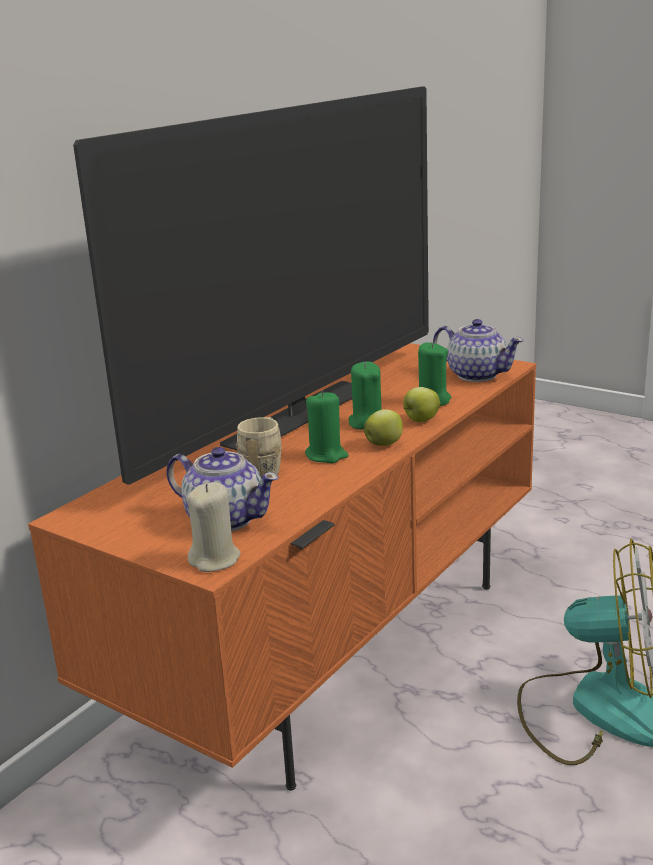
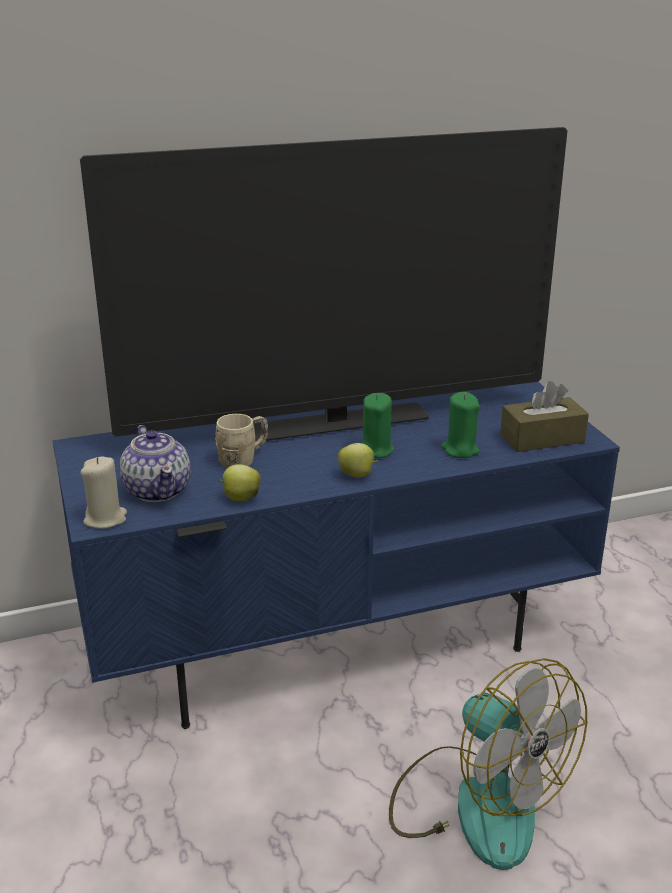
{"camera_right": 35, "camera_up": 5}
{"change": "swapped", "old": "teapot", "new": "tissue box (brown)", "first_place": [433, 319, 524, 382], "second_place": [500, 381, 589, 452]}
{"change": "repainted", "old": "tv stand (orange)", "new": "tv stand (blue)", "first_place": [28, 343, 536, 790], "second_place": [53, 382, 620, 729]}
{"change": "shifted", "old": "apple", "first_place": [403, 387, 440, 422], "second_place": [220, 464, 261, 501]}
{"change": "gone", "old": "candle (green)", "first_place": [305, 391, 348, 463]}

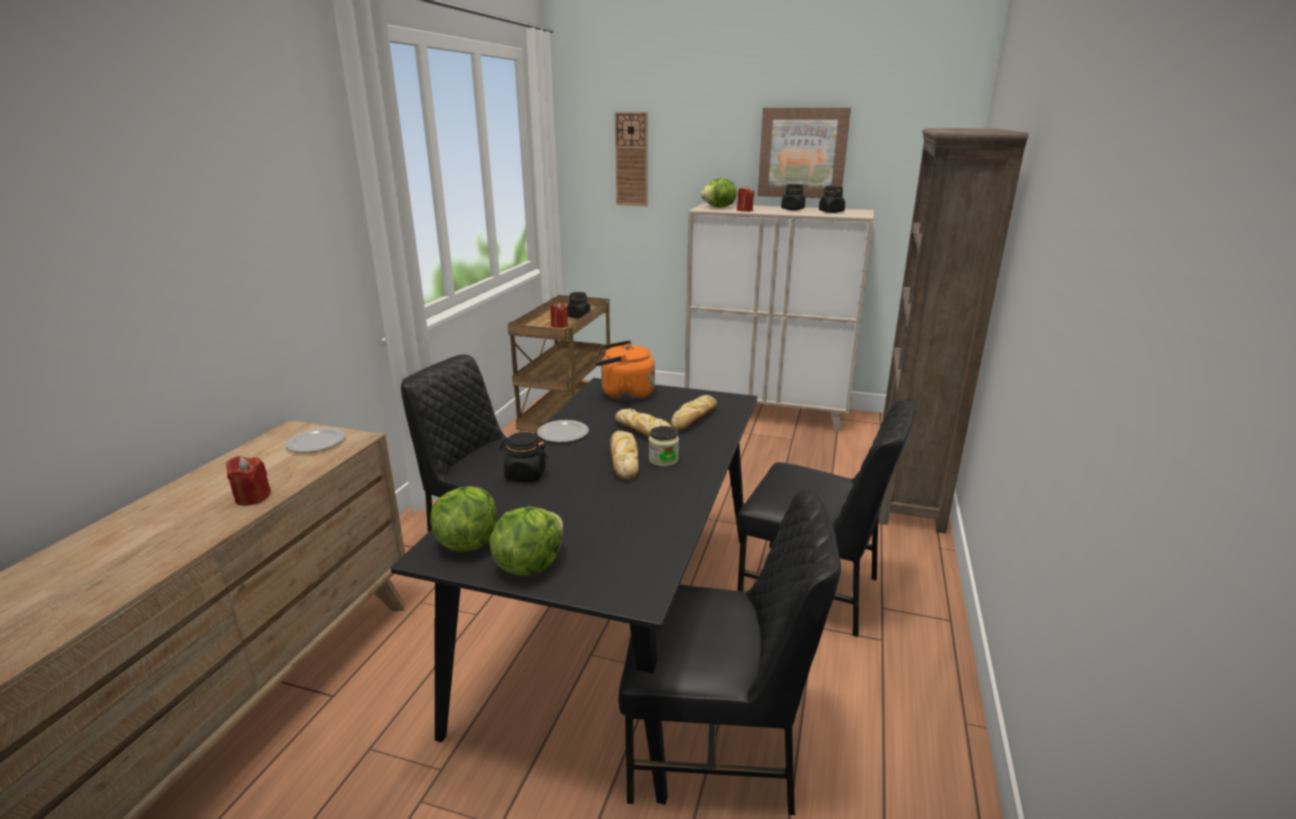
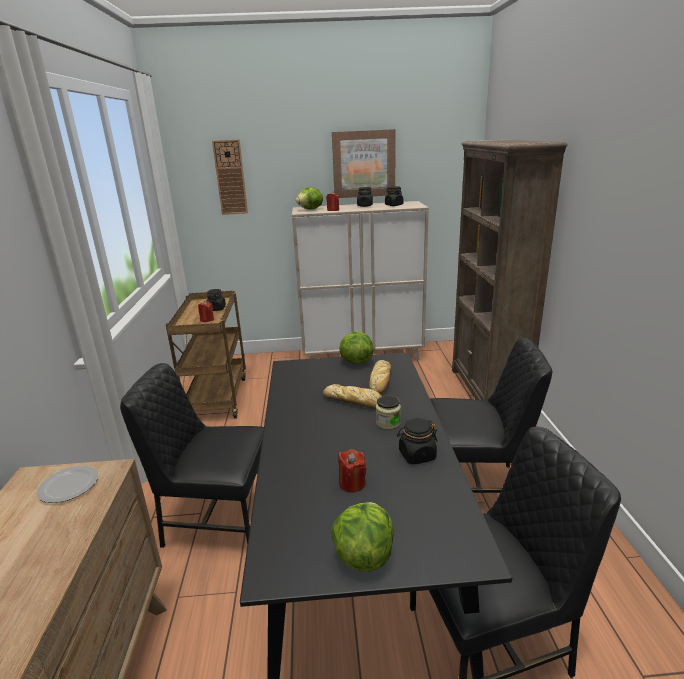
{"camera_right": -20, "camera_up": 0}
{"change": "gone", "old": "kettle (orange)", "first_place": [595, 340, 655, 401]}
{"change": "gone", "old": "plate", "first_place": [537, 420, 589, 443]}
{"change": "gone", "old": "bread", "first_place": [610, 431, 639, 481]}
{"change": "shifted", "old": "jar (black)", "first_place": [499, 432, 548, 482], "second_place": [397, 418, 438, 465]}
{"change": "shifted", "old": "candle (red)", "first_place": [226, 456, 271, 506], "second_place": [338, 449, 366, 492]}
{"change": "shifted", "old": "lettuce", "first_place": [430, 486, 497, 552], "second_place": [339, 332, 373, 364]}

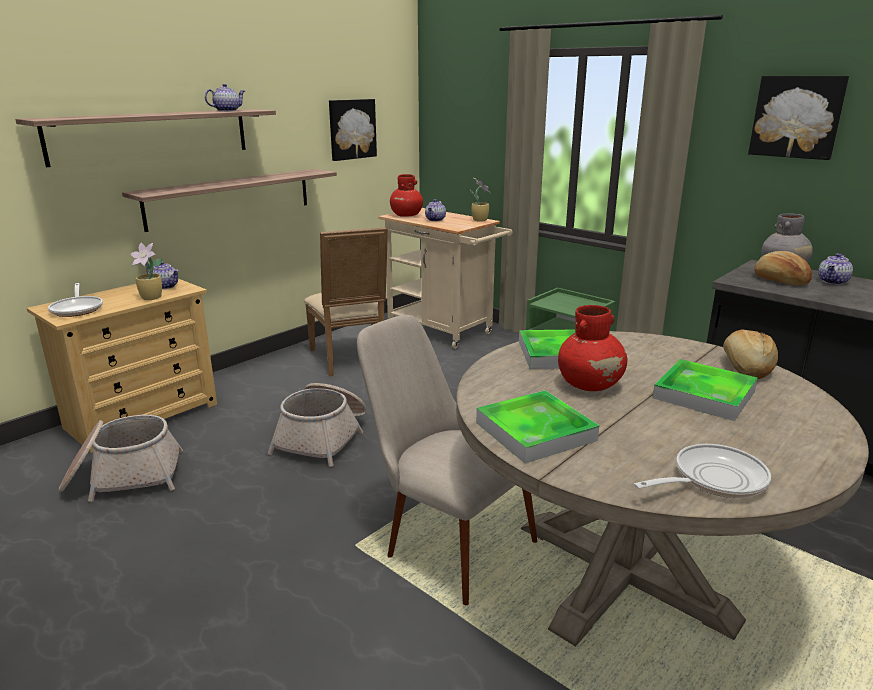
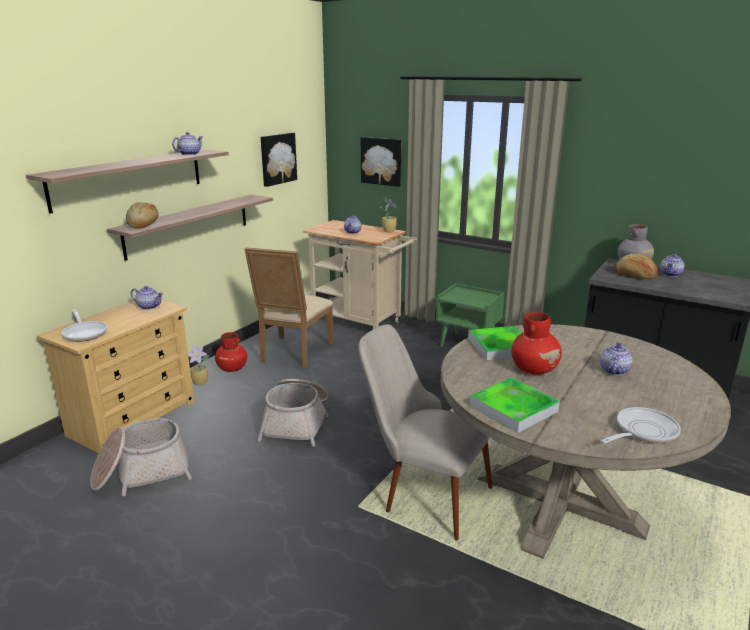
{"camera_right": -10, "camera_up": 0}
{"change": "shifted", "old": "picture", "first_place": [748, 76, 849, 160], "second_place": [361, 137, 401, 187]}
{"change": "shifted", "old": "vase (red)", "first_place": [390, 174, 423, 217], "second_place": [215, 332, 247, 372]}
{"change": "rotated", "old": "chair (beige)", "first_place": [304, 227, 388, 376], "second_place": [245, 247, 334, 369], "degrees": 45}
{"change": "shifted", "old": "potted plant", "first_place": [130, 243, 162, 300], "second_place": [188, 345, 209, 385]}
{"change": "shifted", "old": "bread", "first_place": [723, 329, 778, 379], "second_place": [126, 202, 158, 229]}
{"change": "swapped", "old": "tray", "new": "teapot", "first_place": [653, 359, 758, 421], "second_place": [600, 342, 632, 375]}

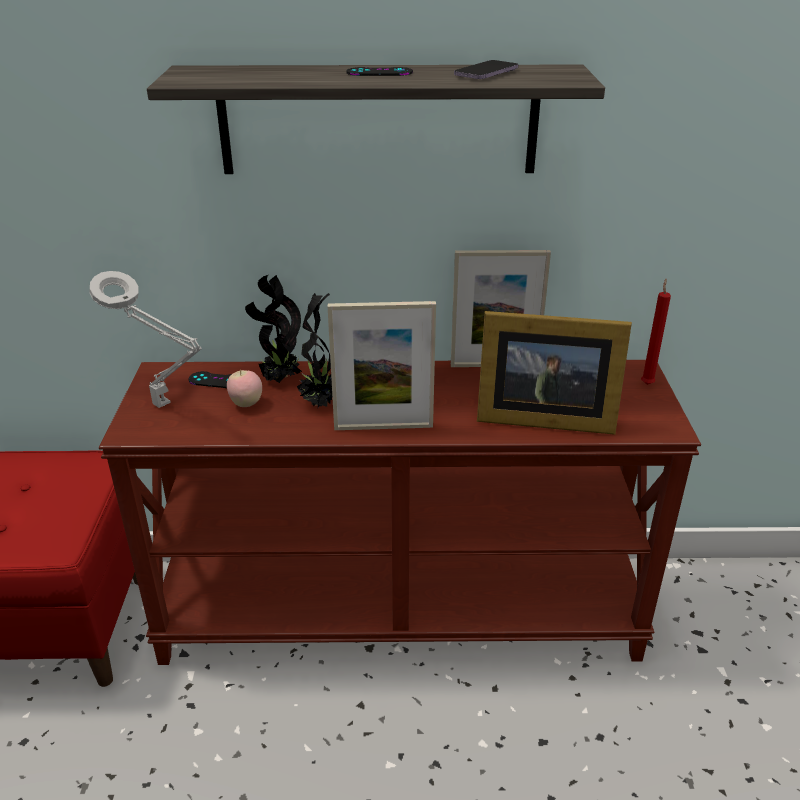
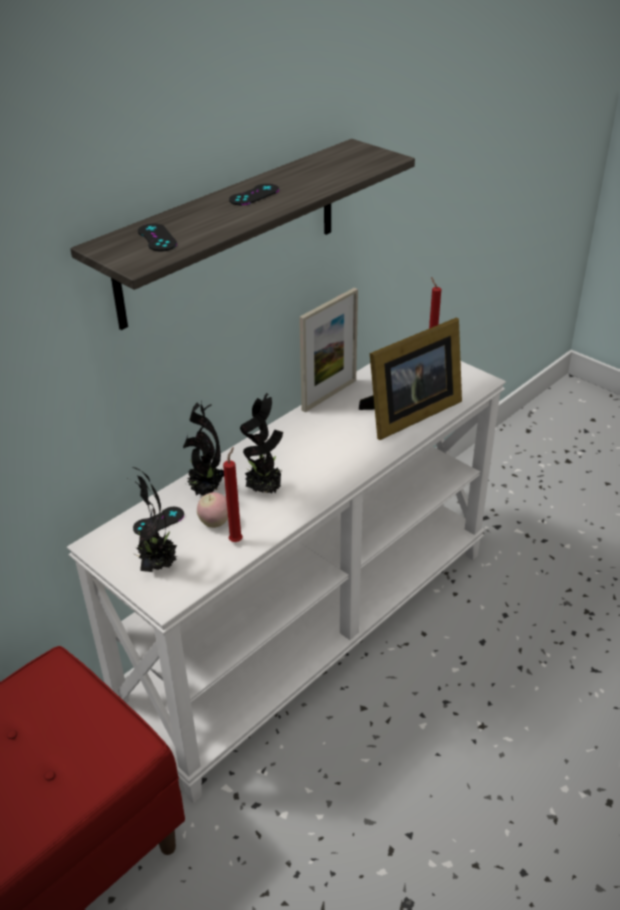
{"camera_right": -45, "camera_up": 5}
{"change": "gone", "old": "phone", "first_place": [454, 60, 518, 79]}
{"change": "swapped", "old": "table lamp (grey)", "new": "potted plant", "first_place": [89, 271, 202, 408], "second_place": [126, 467, 178, 572]}
{"change": "gone", "old": "picture frame", "first_place": [328, 301, 436, 430]}
{"change": "repainted", "old": "console table (brown)", "new": "console table (white)", "first_place": [99, 360, 701, 665], "second_place": [67, 361, 506, 804]}
{"change": "new", "new": "game controller (black)", "second_place": [138, 223, 177, 251]}
{"change": "new", "new": "candle (red)", "second_place": [223, 447, 243, 542]}

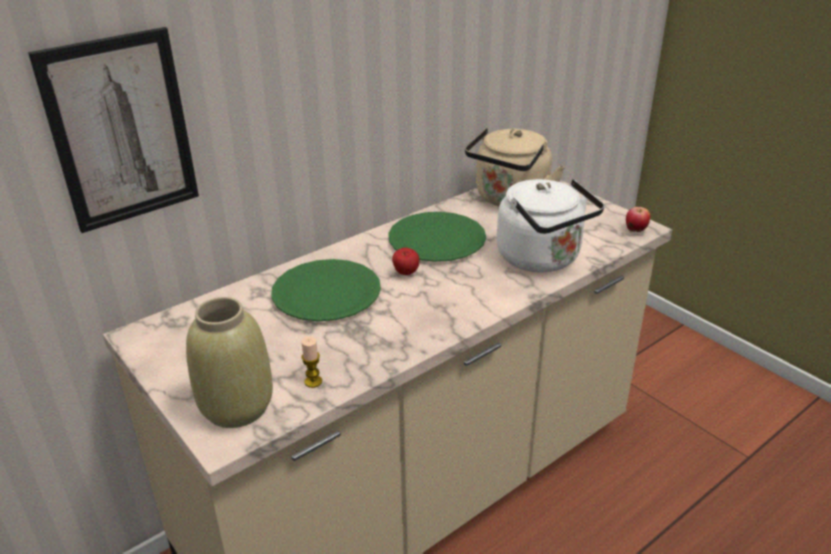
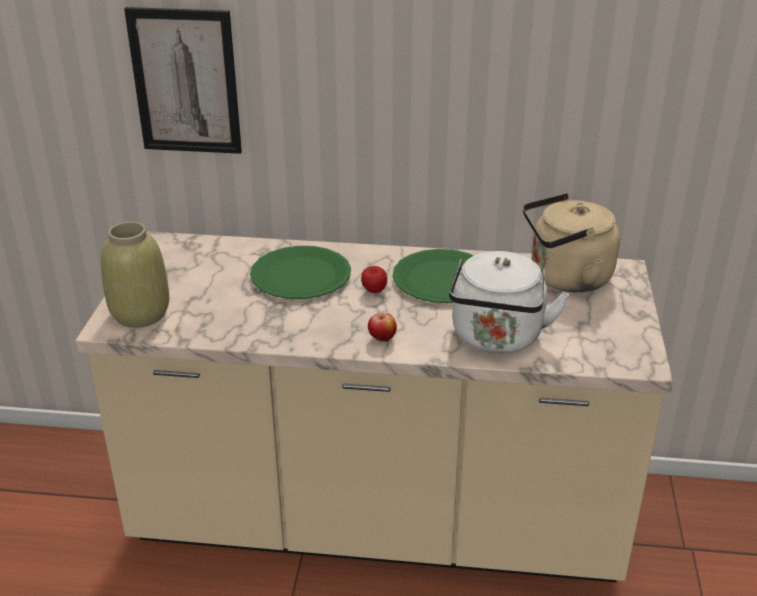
{"camera_right": 45, "camera_up": 0}
{"change": "shifted", "old": "apple", "first_place": [626, 207, 650, 232], "second_place": [368, 312, 397, 342]}
{"change": "gone", "old": "candle", "first_place": [301, 336, 322, 388]}

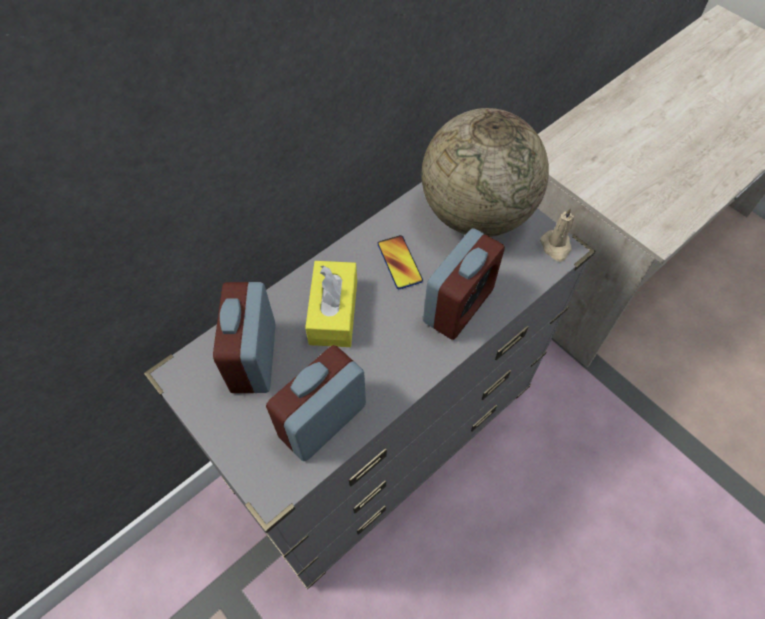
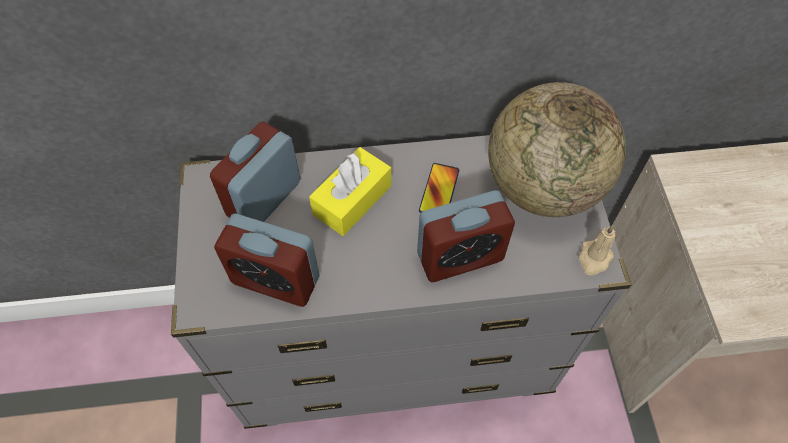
{"camera_right": 35, "camera_up": 0}
{"change": "rotated", "old": "alarm clock", "first_place": [266, 345, 366, 461], "second_place": [214, 213, 319, 307], "degrees": -150}

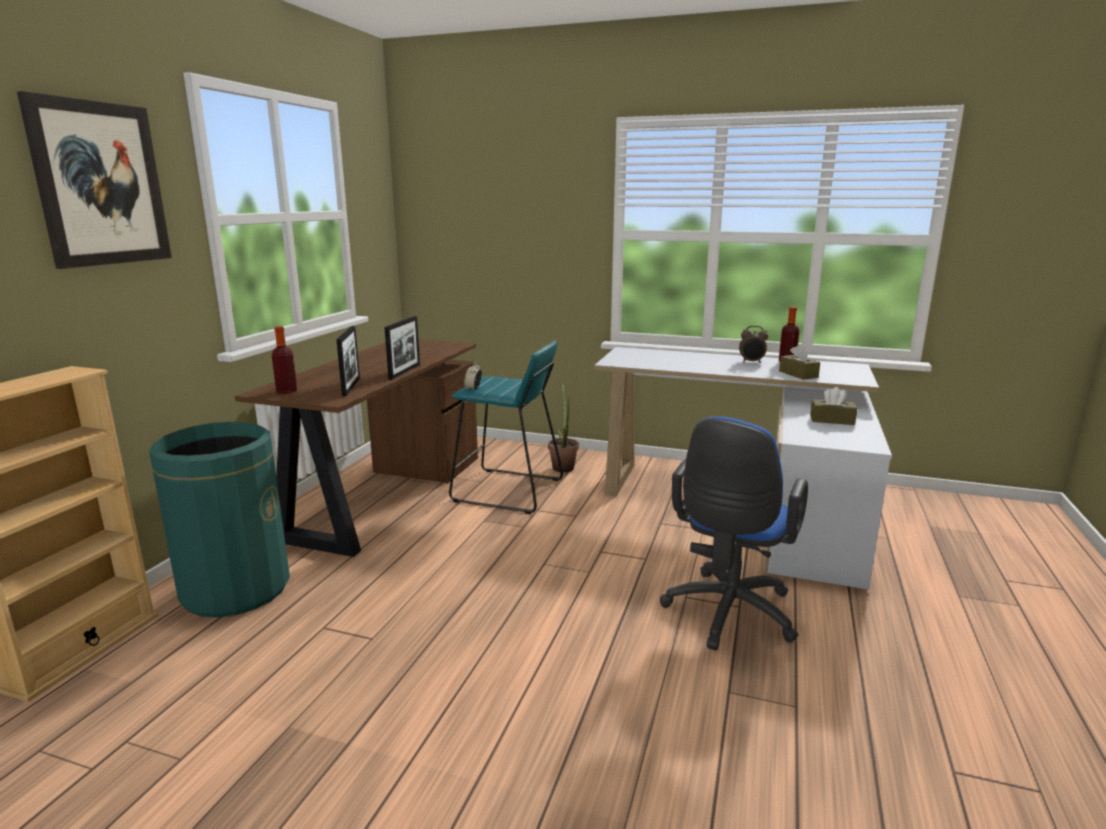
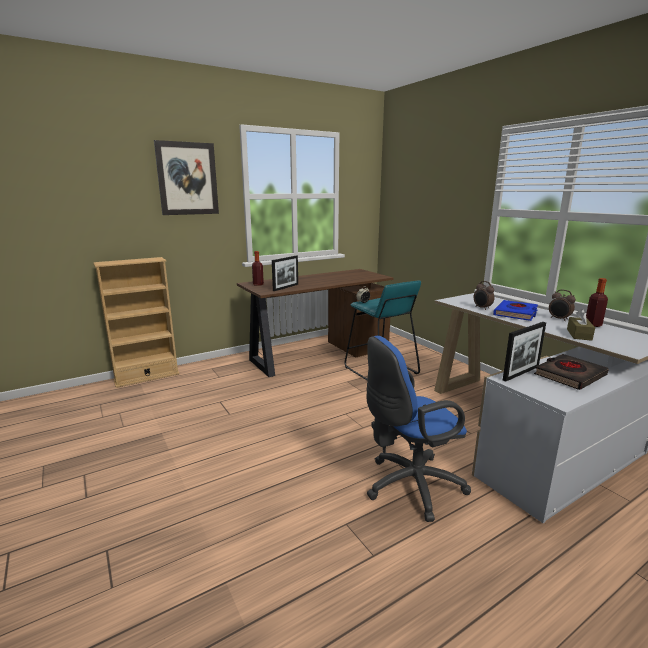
{"camera_right": 40, "camera_up": 0}
{"change": "shifted", "old": "picture frame", "first_place": [384, 316, 420, 380], "second_place": [503, 322, 546, 382]}
{"change": "gone", "old": "potted plant", "first_place": [548, 382, 579, 472]}
{"change": "swapped", "old": "tissue box (brown)", "new": "book (black)", "first_place": [810, 387, 857, 425], "second_place": [534, 354, 609, 390]}
{"change": "gone", "old": "trash can (green)", "first_place": [149, 422, 290, 618]}
{"change": "new", "new": "alarm clock", "second_place": [474, 281, 494, 310]}
{"change": "new", "new": "book (blue)", "second_place": [493, 300, 538, 321]}

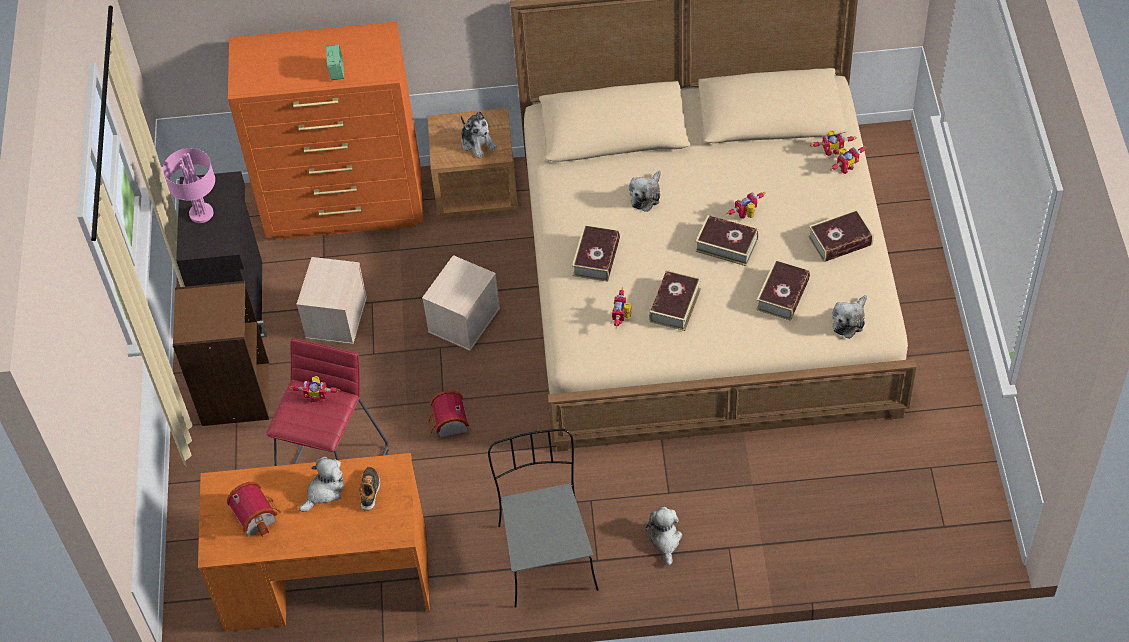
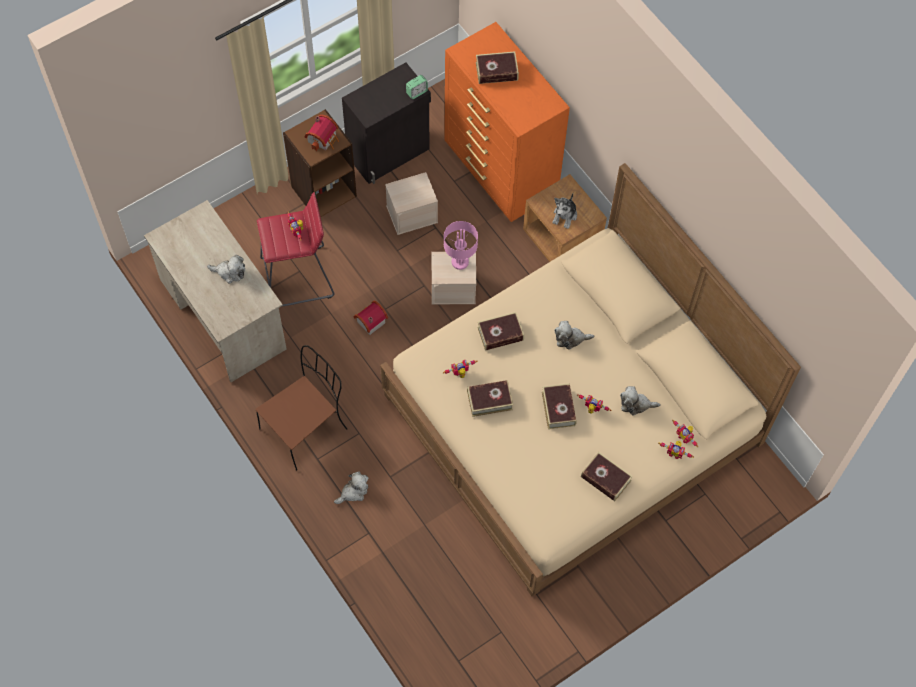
{"camera_right": 55, "camera_up": 10}
{"change": "shifted", "old": "alarm clock", "first_place": [326, 44, 344, 80], "second_place": [406, 75, 428, 99]}
{"change": "shifted", "old": "table lamp (pink)", "first_place": [163, 148, 215, 223], "second_place": [444, 221, 478, 270]}
{"change": "shifted", "old": "book", "first_place": [756, 259, 810, 321], "second_place": [476, 51, 519, 84]}
{"change": "shifted", "old": "plush toy", "first_place": [832, 295, 867, 339], "second_place": [620, 386, 661, 416]}
{"change": "repainted", "old": "chair (grey)", "new": "chair (brown)", "first_place": [488, 429, 599, 608], "second_place": [255, 345, 347, 471]}
{"change": "repainted", "old": "desk (orange)", "new": "desk (beige)", "first_place": [198, 453, 430, 632], "second_place": [144, 200, 287, 382]}
{"change": "gone", "old": "shoe", "first_place": [359, 466, 380, 511]}
{"change": "shifted", "old": "toy house", "first_place": [227, 482, 281, 537], "second_place": [304, 115, 339, 151]}

